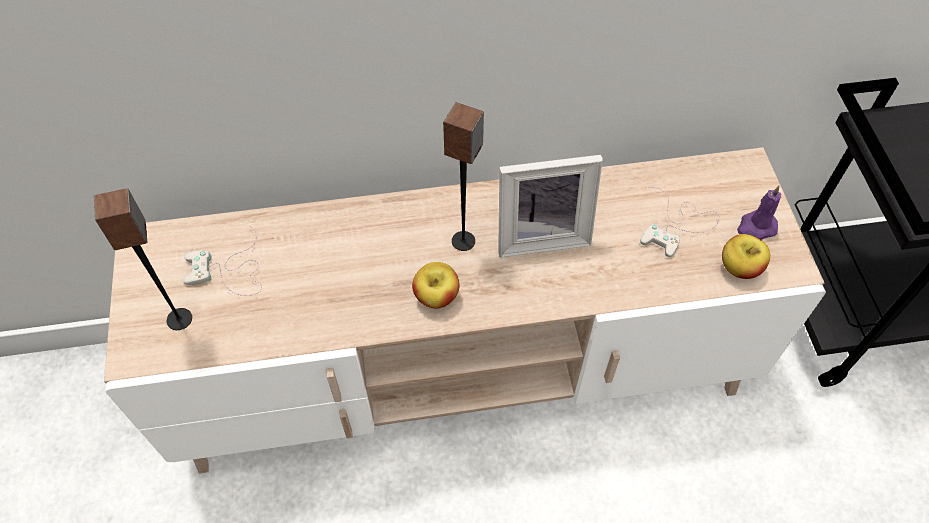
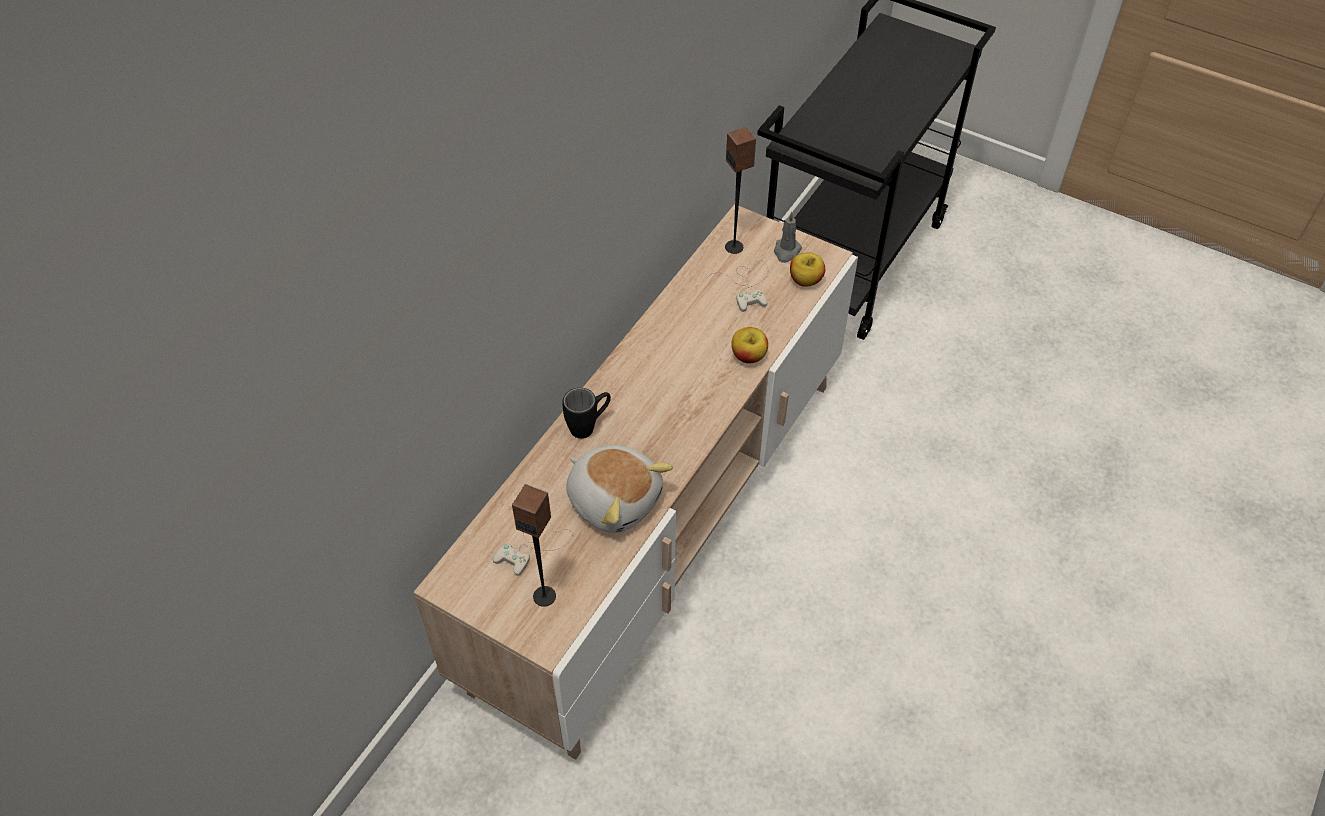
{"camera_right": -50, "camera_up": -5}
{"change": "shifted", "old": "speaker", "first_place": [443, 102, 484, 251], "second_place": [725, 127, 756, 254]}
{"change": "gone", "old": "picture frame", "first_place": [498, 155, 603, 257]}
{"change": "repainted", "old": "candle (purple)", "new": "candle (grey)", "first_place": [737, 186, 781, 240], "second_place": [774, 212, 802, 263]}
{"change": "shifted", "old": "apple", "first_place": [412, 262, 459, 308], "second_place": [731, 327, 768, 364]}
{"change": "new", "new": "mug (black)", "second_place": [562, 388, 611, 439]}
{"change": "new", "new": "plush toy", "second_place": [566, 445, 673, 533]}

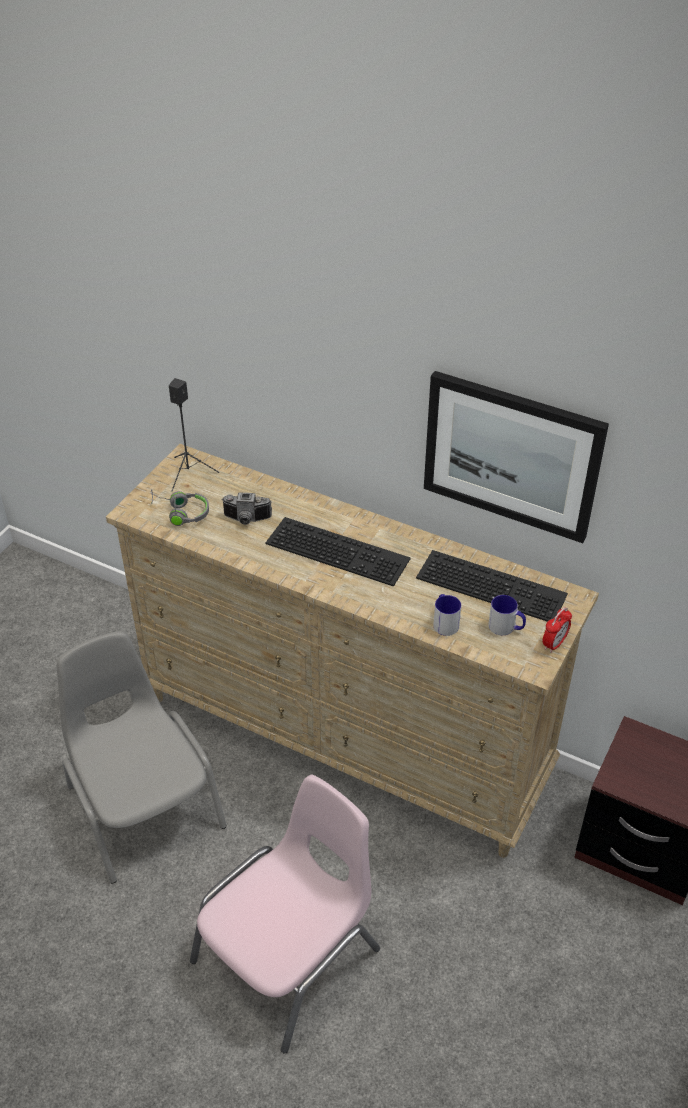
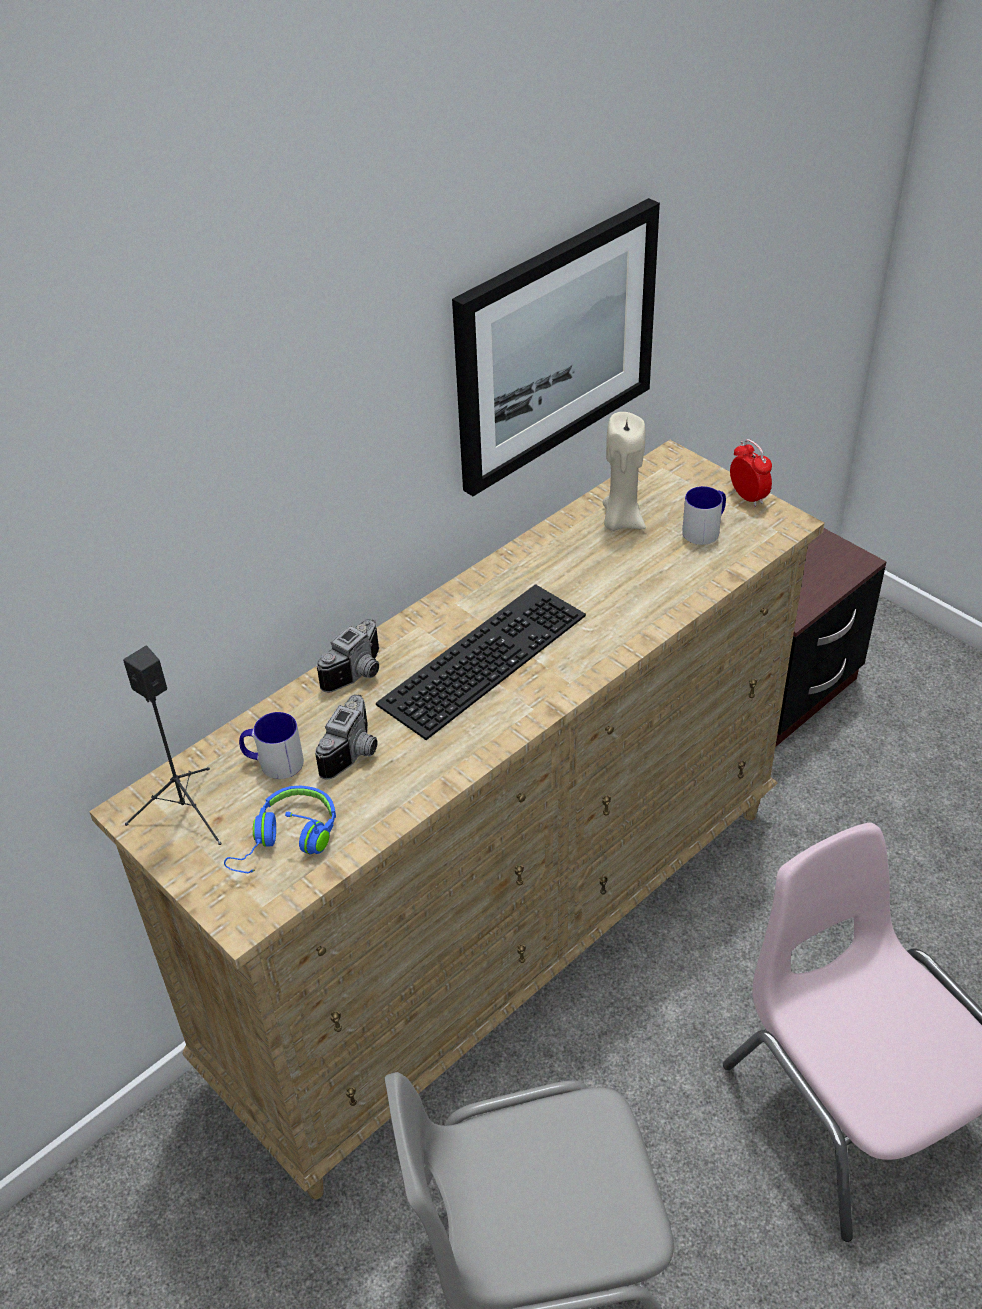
{"camera_right": -70, "camera_up": 0}
{"change": "repainted", "old": "headphones (grey)", "new": "headphones (blue)", "first_place": [151, 489, 209, 526], "second_place": [224, 786, 336, 873]}
{"change": "swapped", "old": "keyboard", "new": "candle (beige)", "first_place": [416, 550, 568, 622], "second_place": [603, 412, 646, 531]}
{"change": "shifted", "old": "mug", "first_place": [433, 594, 461, 636], "second_place": [239, 712, 304, 779]}
{"change": "new", "new": "photo camera", "second_place": [317, 619, 379, 692]}

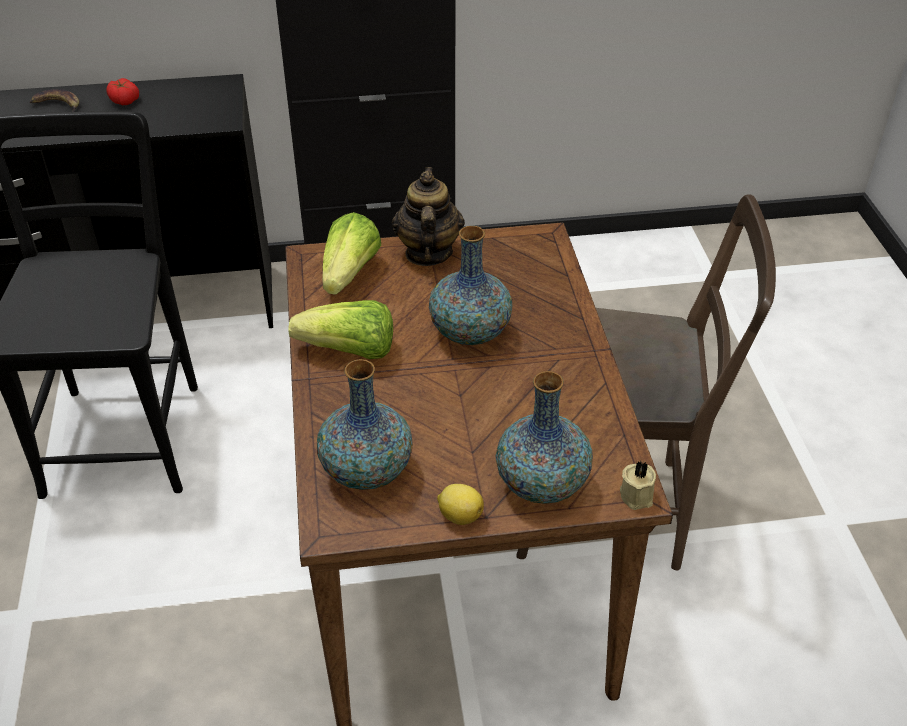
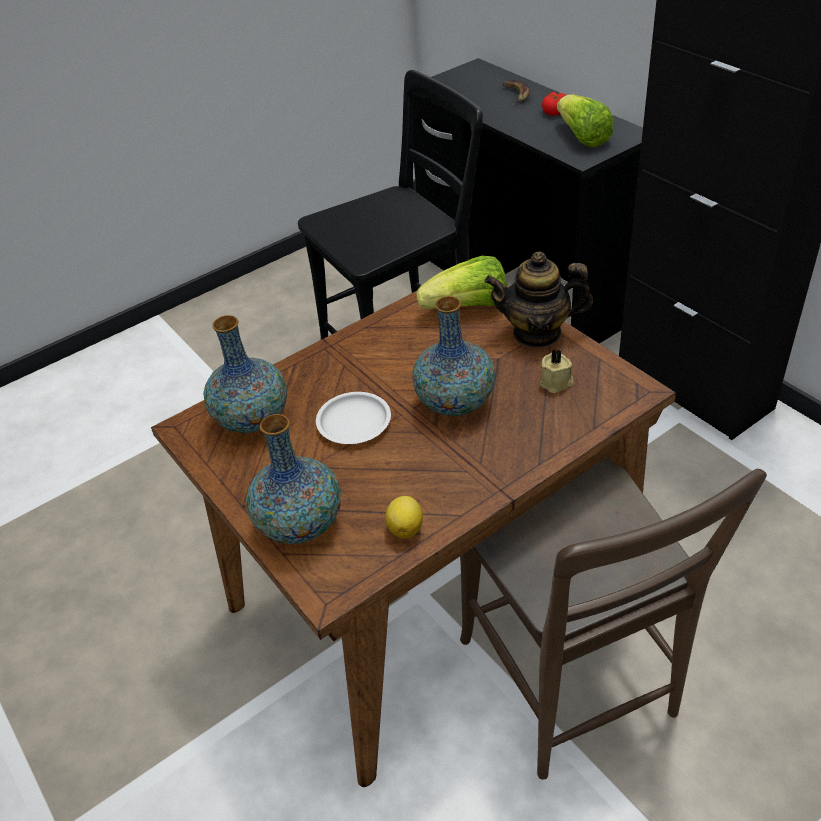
{"camera_right": 65, "camera_up": 0}
{"change": "rotated", "old": "teapot", "first_place": [392, 167, 465, 266], "second_place": [484, 251, 593, 348], "degrees": -150}
{"change": "shifted", "old": "lettuce", "first_place": [288, 300, 393, 359], "second_place": [557, 94, 613, 147]}
{"change": "shifted", "old": "candle (beige)", "first_place": [620, 461, 656, 510], "second_place": [540, 349, 573, 393]}
{"change": "shifted", "old": "lemon", "first_place": [437, 484, 484, 525], "second_place": [385, 496, 423, 538]}
{"change": "new", "new": "plate (white)", "second_place": [316, 392, 391, 444]}

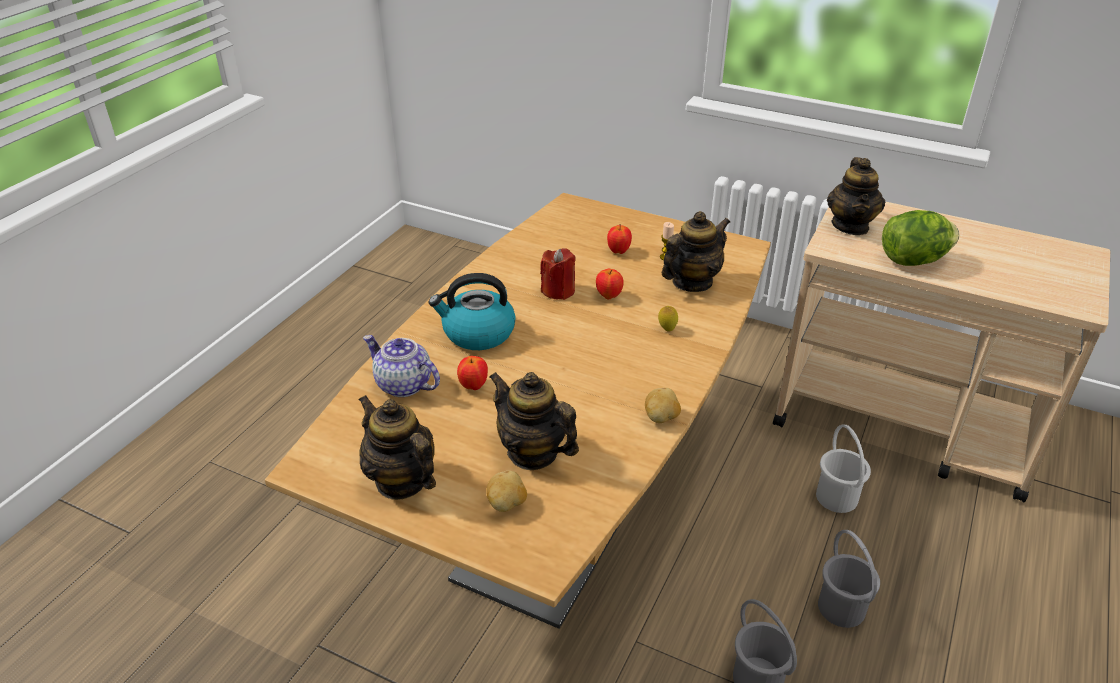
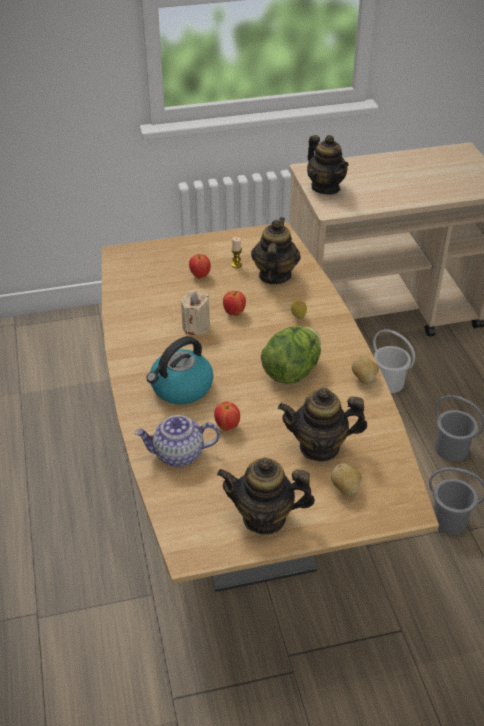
{"camera_right": -40, "camera_up": 5}
{"change": "shifted", "old": "lettuce", "first_place": [882, 210, 959, 266], "second_place": [261, 326, 321, 384]}
{"change": "repainted", "old": "candle (red)", "new": "candle (beige)", "first_place": [540, 248, 576, 300], "second_place": [181, 291, 210, 335]}

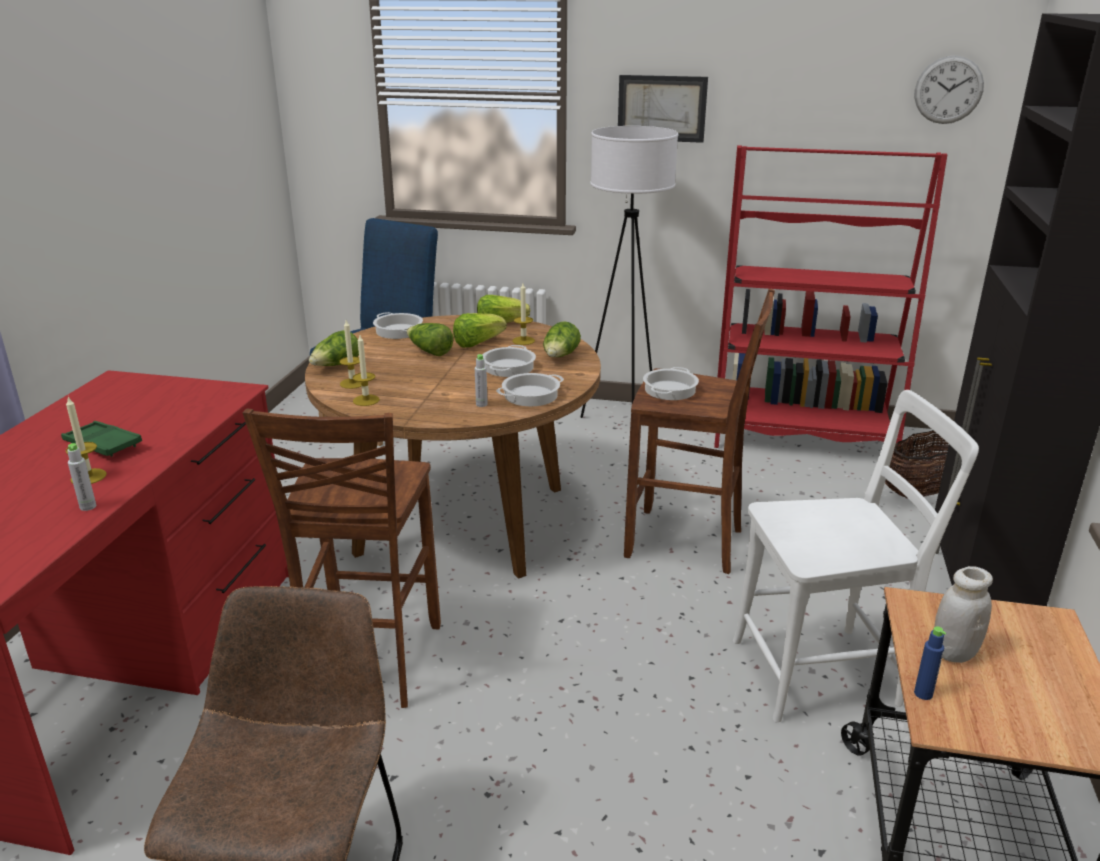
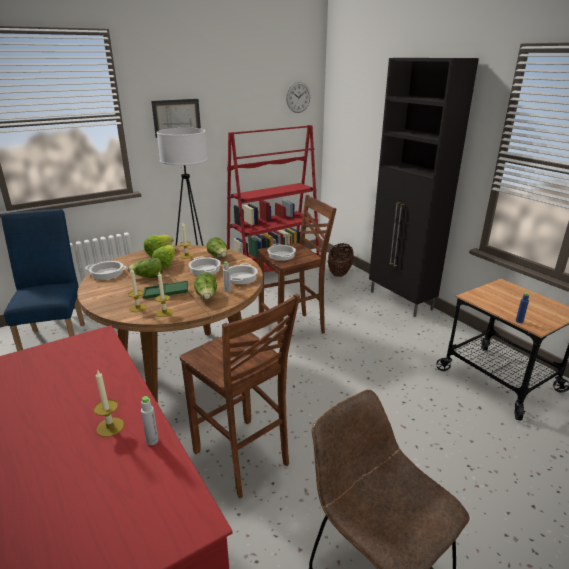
{"camera_right": -45, "camera_up": 0}
{"change": "shifted", "old": "lettuce", "first_place": [309, 330, 359, 366], "second_place": [194, 273, 217, 299]}
{"change": "gone", "old": "chair (white)", "first_place": [733, 390, 979, 722]}
{"change": "shifted", "old": "tray (green)", "first_place": [61, 421, 142, 457], "second_place": [143, 281, 188, 299]}
{"change": "gone", "old": "jar (white)", "first_place": [934, 566, 993, 663]}

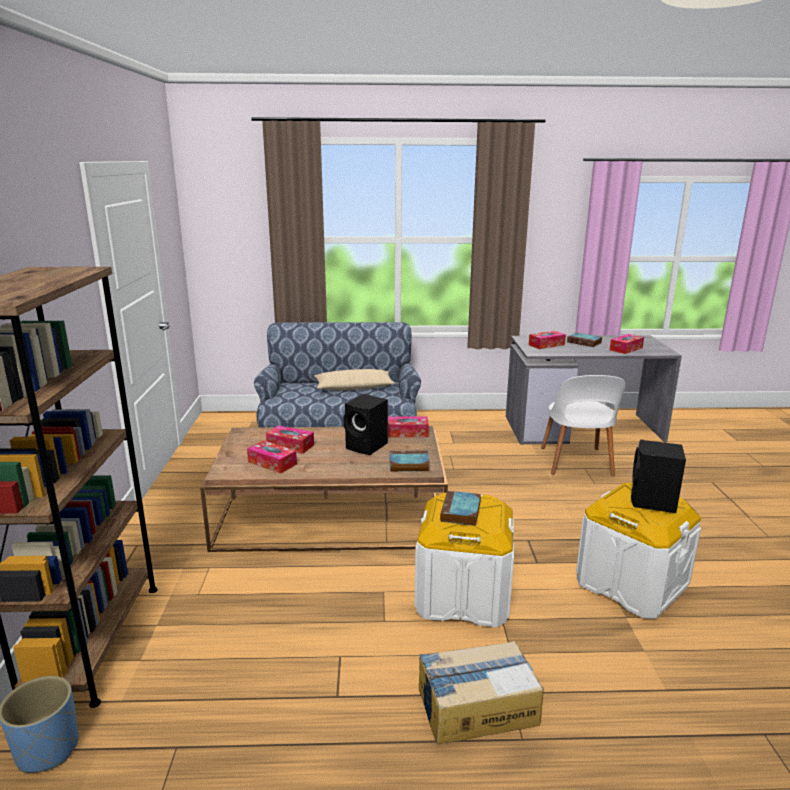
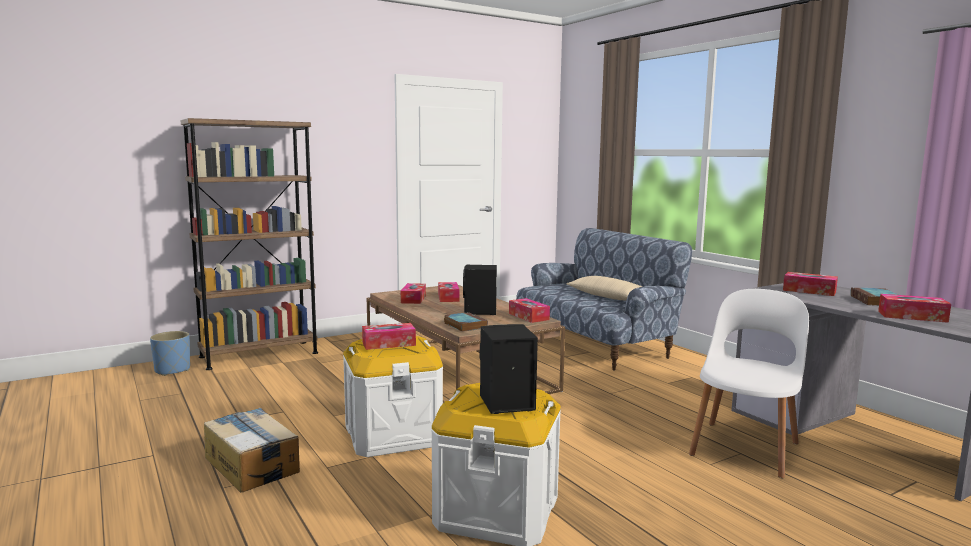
{"camera_right": 60, "camera_up": -10}
{"change": "rotated", "old": "chair (white)", "first_place": [541, 375, 626, 476], "second_place": [689, 289, 809, 478], "degrees": 150}
{"change": "swapped", "old": "book", "new": "tissue box", "first_place": [440, 491, 481, 526], "second_place": [362, 323, 416, 350]}

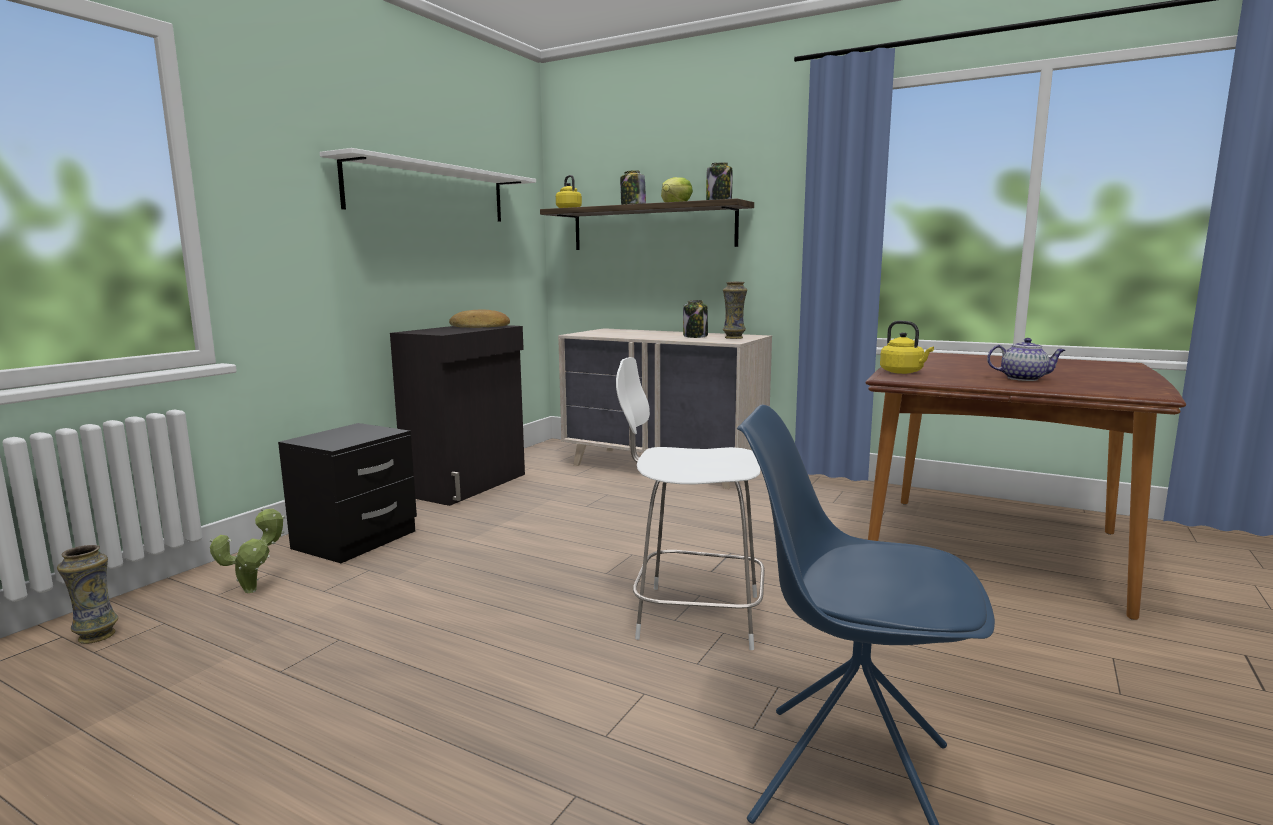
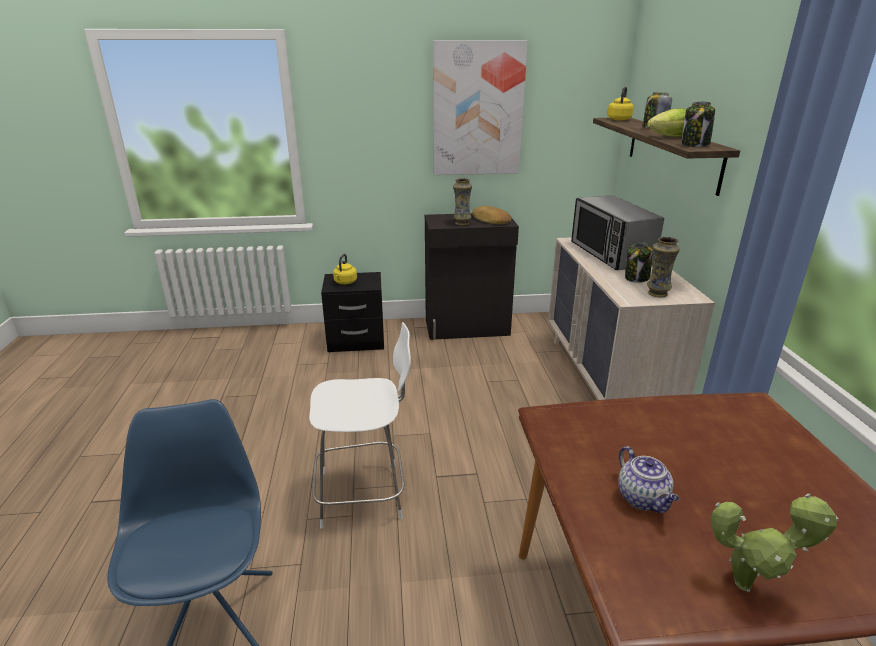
{"camera_right": 55, "camera_up": 15}
{"change": "swapped", "old": "shelf (white)", "new": "picture", "first_place": [320, 148, 536, 222], "second_place": [433, 40, 528, 175]}
{"change": "shifted", "old": "kettle (yellow)", "first_place": [880, 321, 934, 374], "second_place": [333, 254, 357, 284]}
{"change": "rotated", "old": "chair (white)", "first_place": [616, 357, 765, 650], "second_place": [309, 322, 411, 529], "degrees": 105}
{"change": "shifted", "old": "potted plant", "first_place": [210, 508, 285, 593], "second_place": [711, 493, 839, 592]}
{"change": "shifted", "old": "vase", "first_place": [57, 545, 118, 644], "second_place": [453, 178, 472, 225]}
{"change": "new", "new": "microwave", "second_place": [571, 195, 664, 270]}

